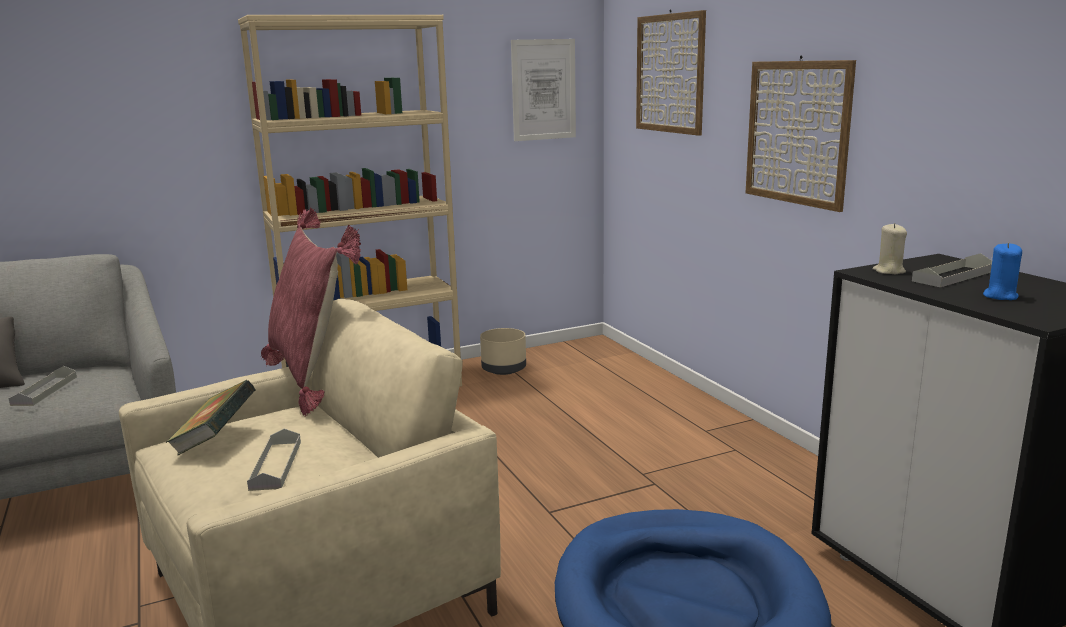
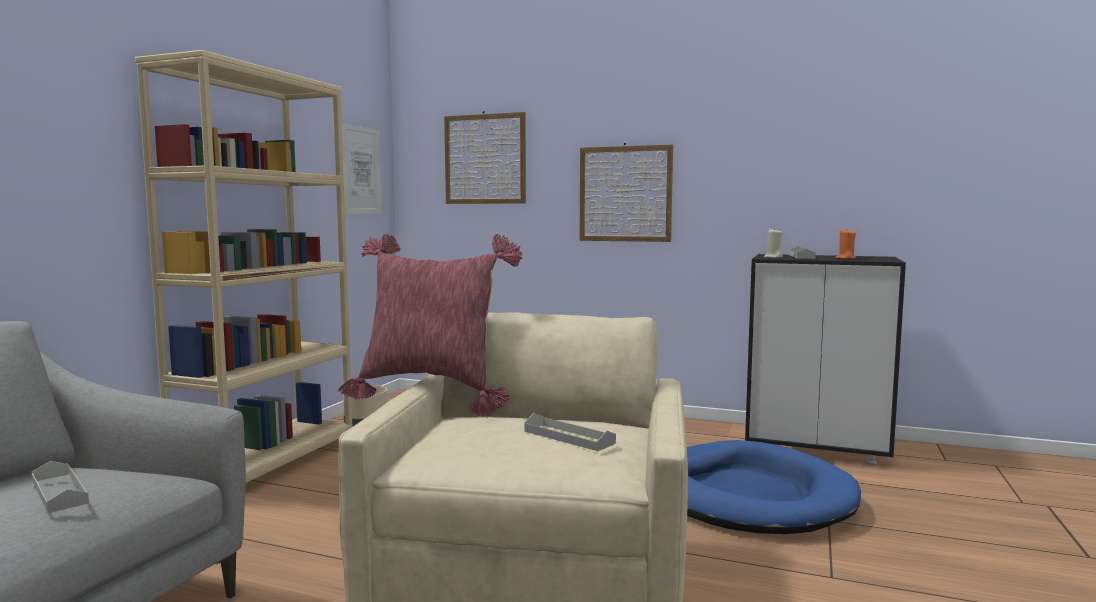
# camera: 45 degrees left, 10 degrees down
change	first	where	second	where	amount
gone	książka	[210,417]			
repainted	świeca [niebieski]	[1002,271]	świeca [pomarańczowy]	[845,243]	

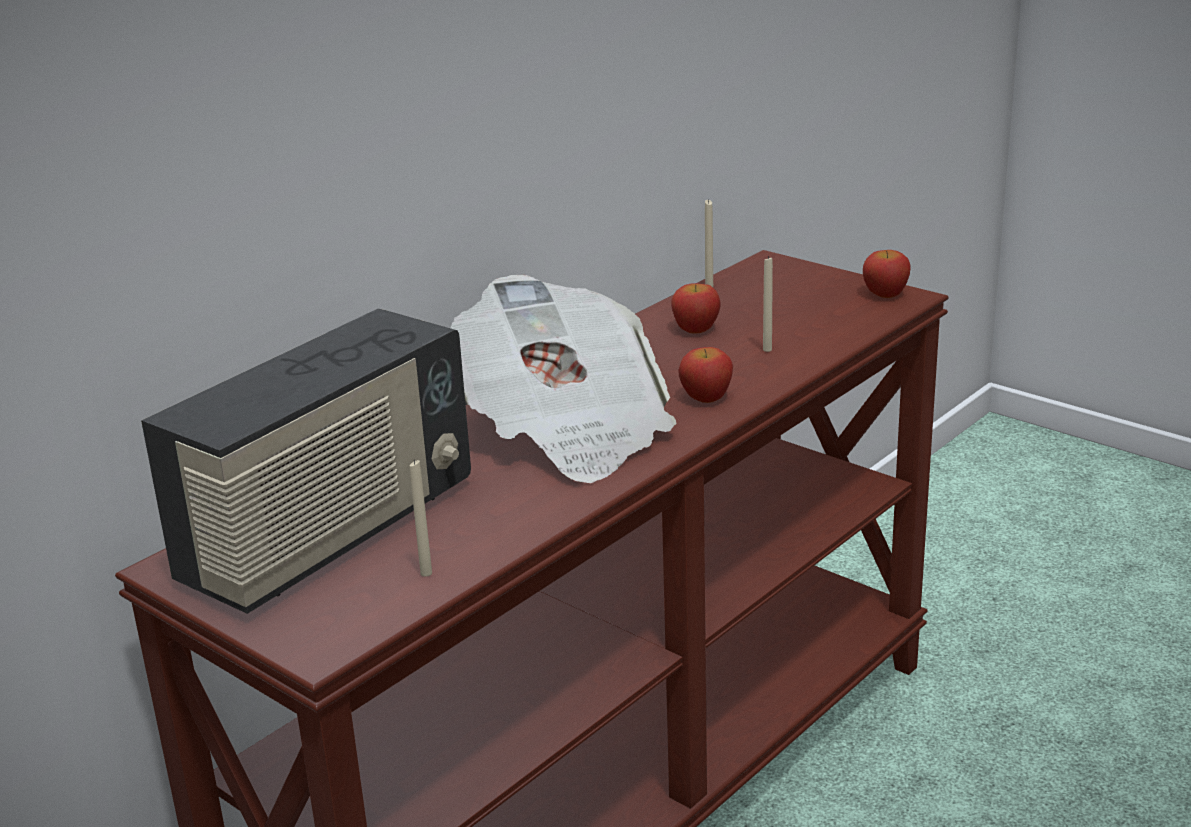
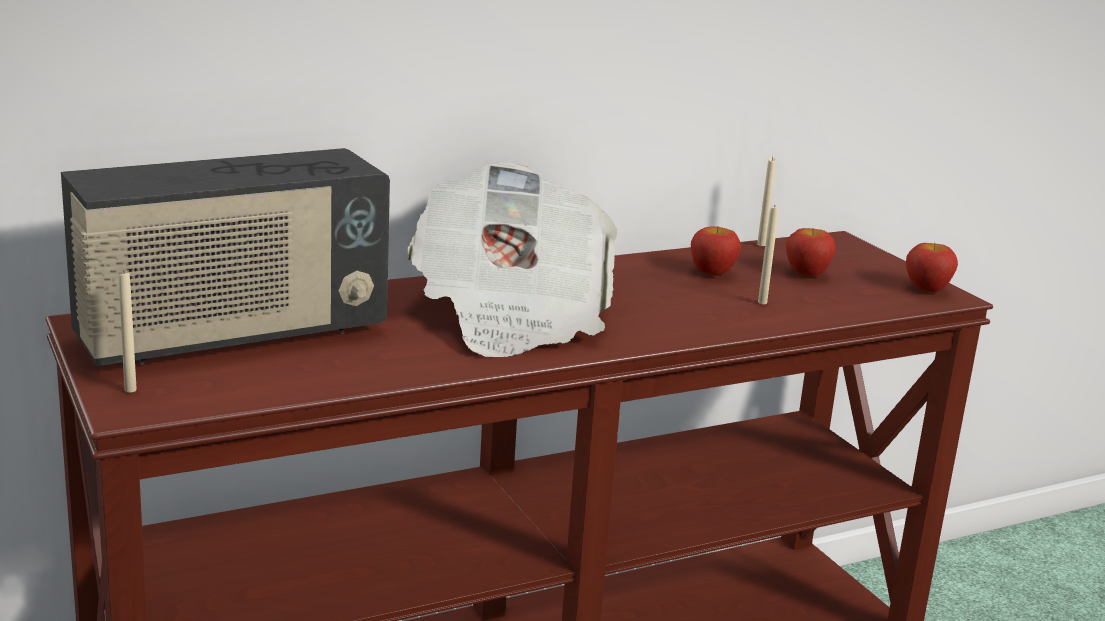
# camera: 20 degrees right, 5 degrees down
change	first	where	second	where	amount
shifted	świeca [beżowy]	[421,518]		[128,332]	
shifted	jabłko	[705,375]		[811,252]	

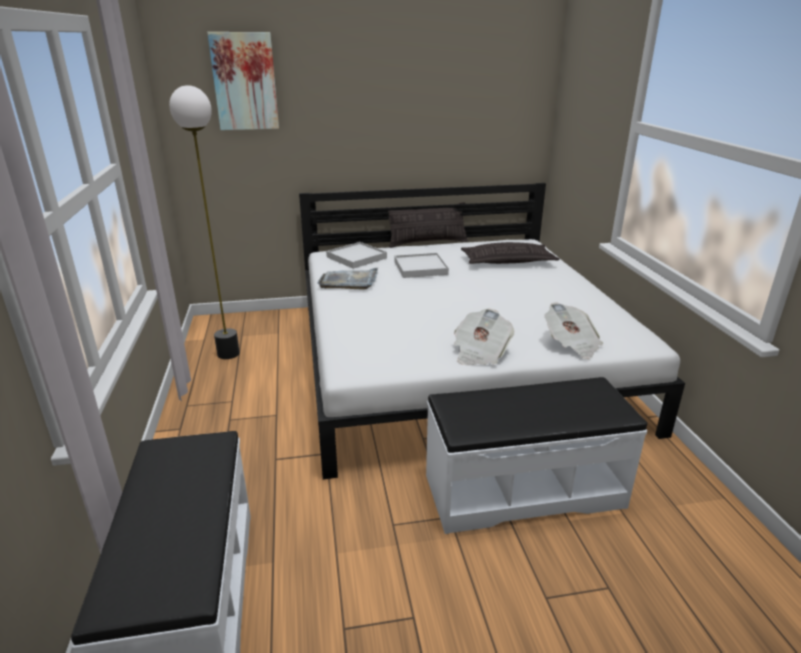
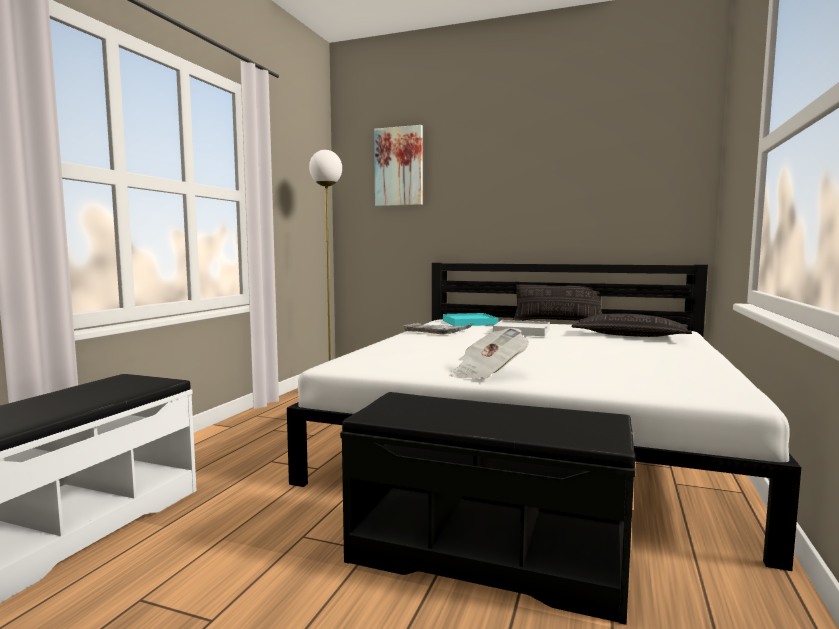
# camera: 30 degrees right, 20 degrees down
change	first	where	second	where	amount
repainted	taca [biały]	[356,255]	taca [turkusowy]	[470,319]	
repainted	ławka [biały]	[536,455]	ławka [czarny]	[488,508]	
gone	gazeta	[573,330]			

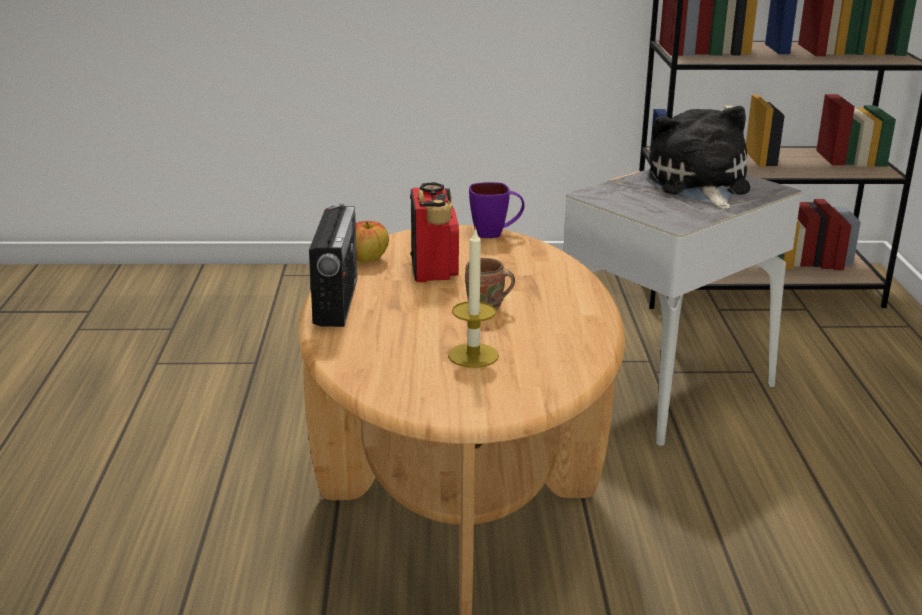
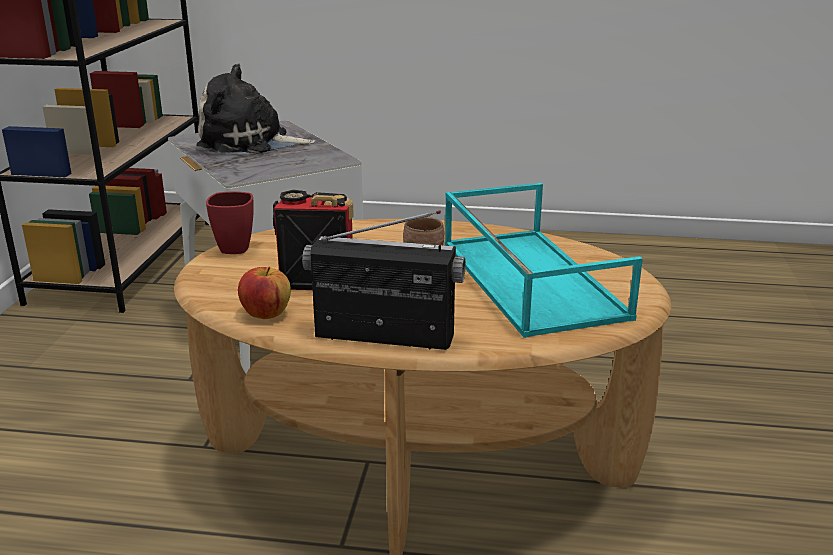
# camera: 80 degrees left, 0 degrees up
change	first	where	second	where	amount
swapped	świeca	[473,297]	taca [turkusowy]	[544,260]	
repainted	kubek [fioletowy]	[497,210]	kubek [czerwony]	[230,222]	

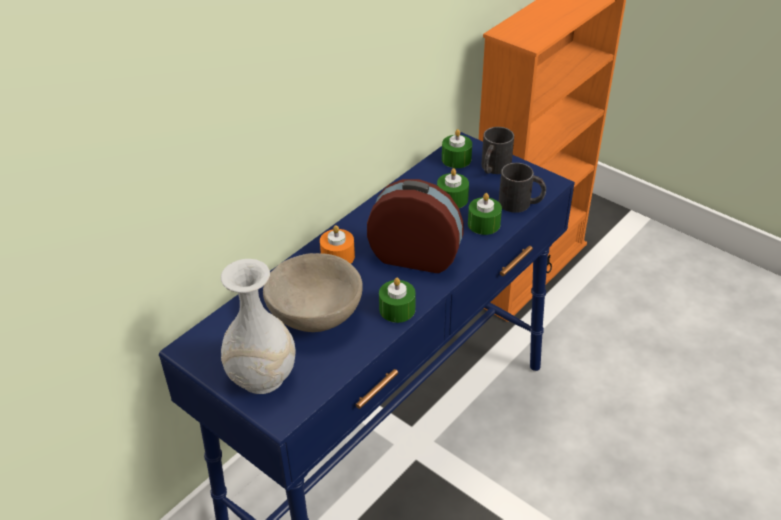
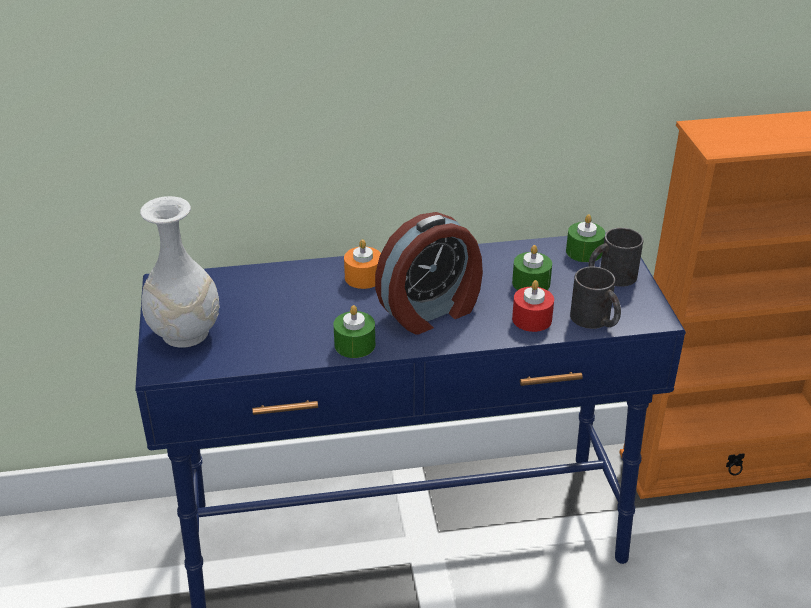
# camera: 40 degrees right, 5 degrees down
change	first	where	second	where	amount
gone	miska [beżowy]	[313,292]			
rotated	budzik	[415,226]		[429,273]	90 degrees clockwise
repainted	świeca [zielony]	[485,214]	świeca [czerwony]	[533,306]	

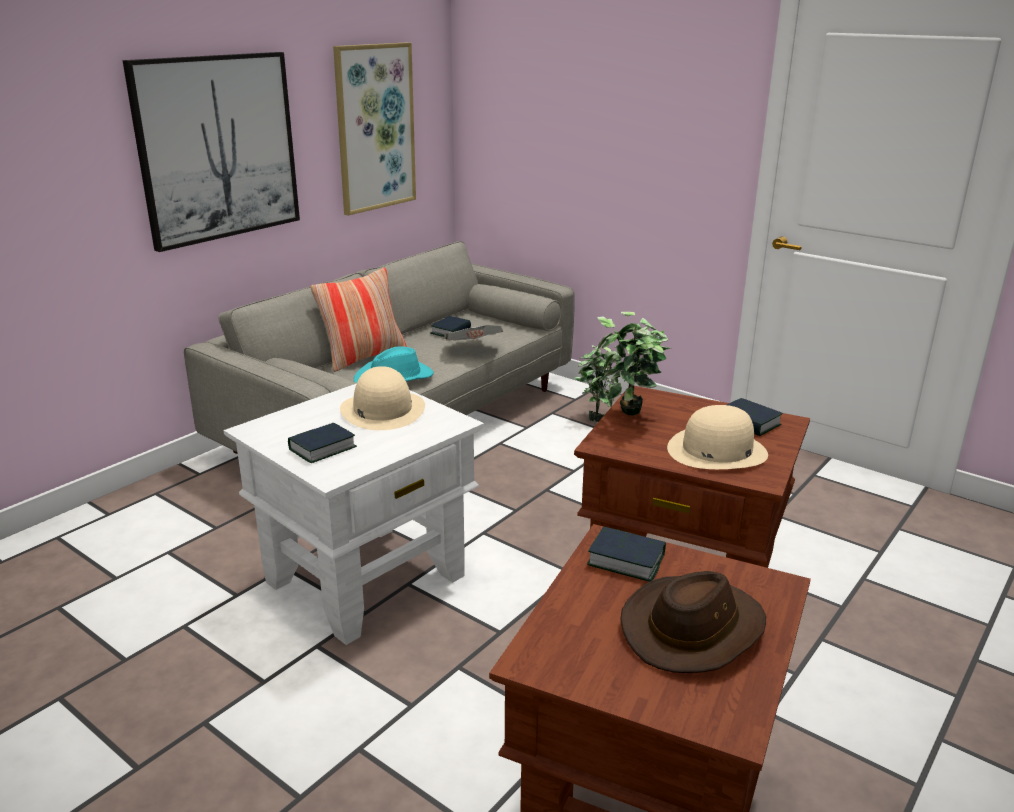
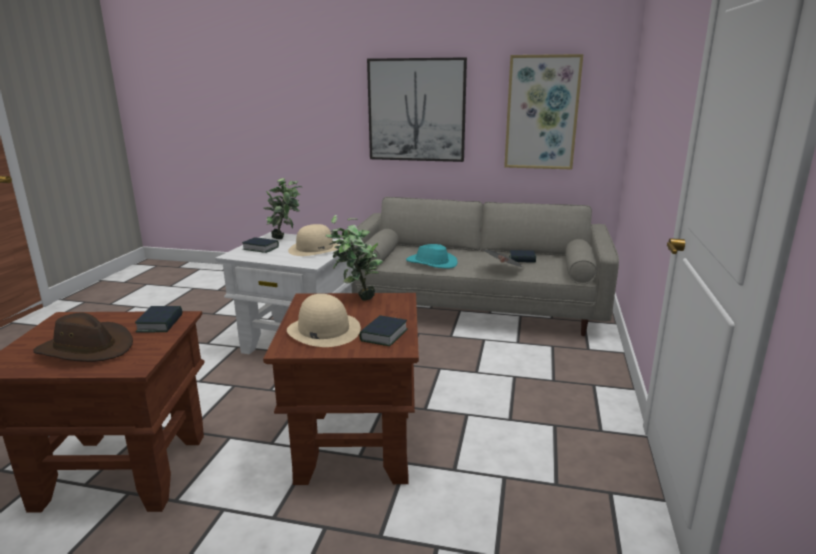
# camera: 65 degrees right, 5 degrees down
change	first	where	second	where	amount
gone	poduszka	[359,320]			
shifted	roślina doniczkowa	[598,383]		[282,208]	

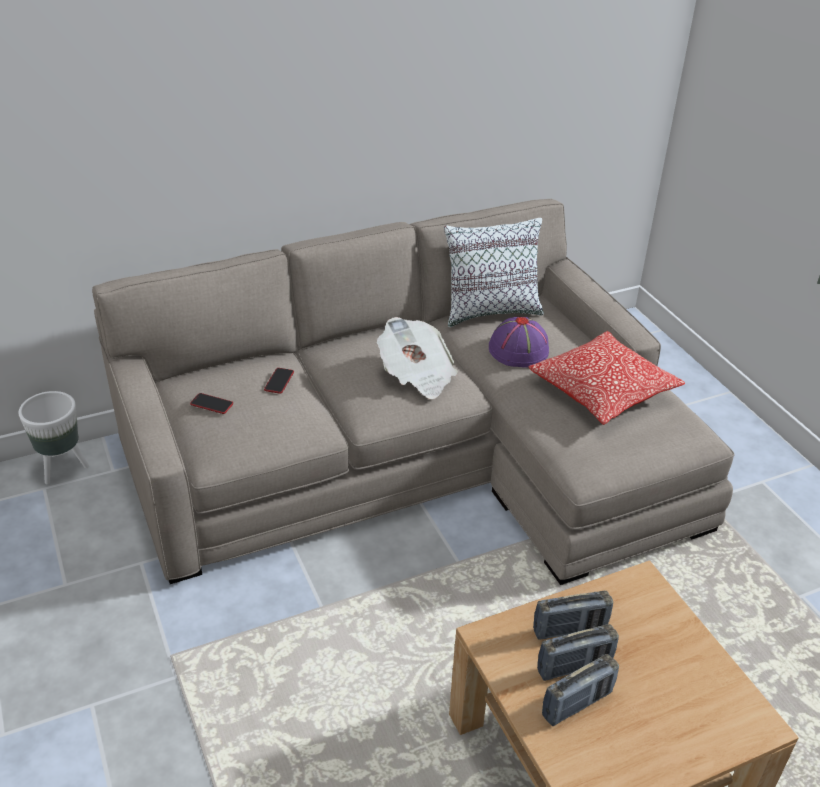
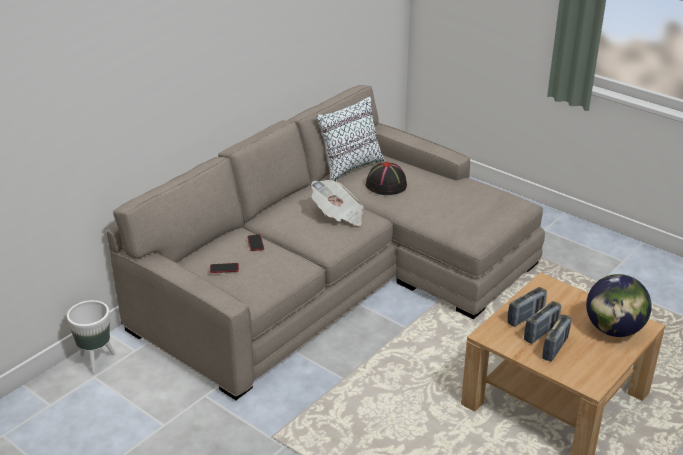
# camera: 25 degrees left, 5 degrees down
change	first	where	second	where	amount
repainted	kapelusz [fioletowy]	[519,342]	kapelusz [czarny]	[386,178]	
gone	poduszka	[606,378]			
new			globus	[619,305]	

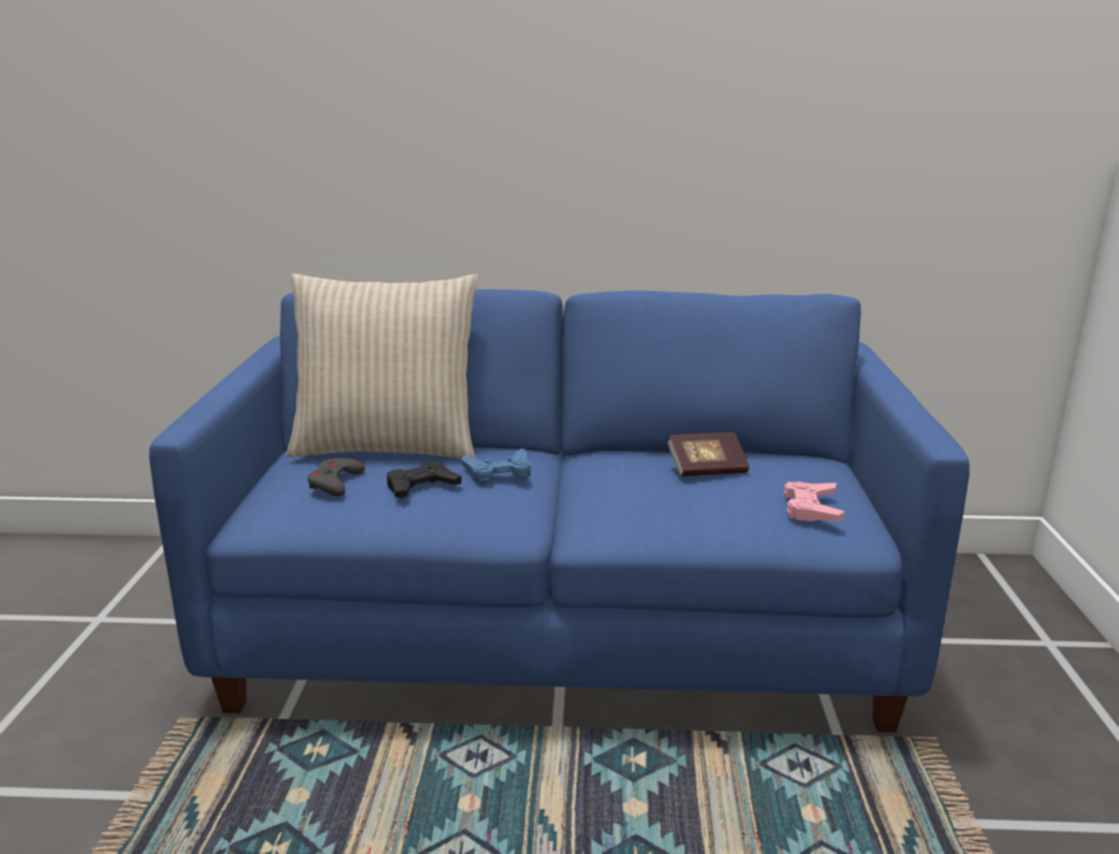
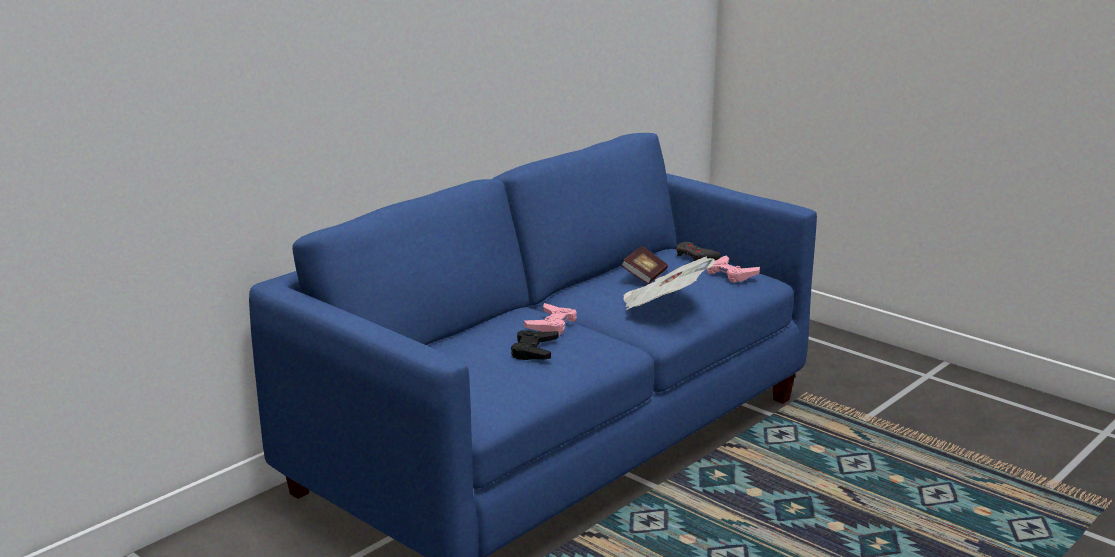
# camera: 50 degrees left, 0 degrees up
change	first	where	second	where	amount
gone	poduszka [beżowy]	[382,366]			
shifted	pad do gier [szary]	[336,477]		[698,251]	
repainted	pad do gier [niebieski]	[496,466]	pad do gier [różowy]	[550,319]	
new			gazeta	[669,283]	

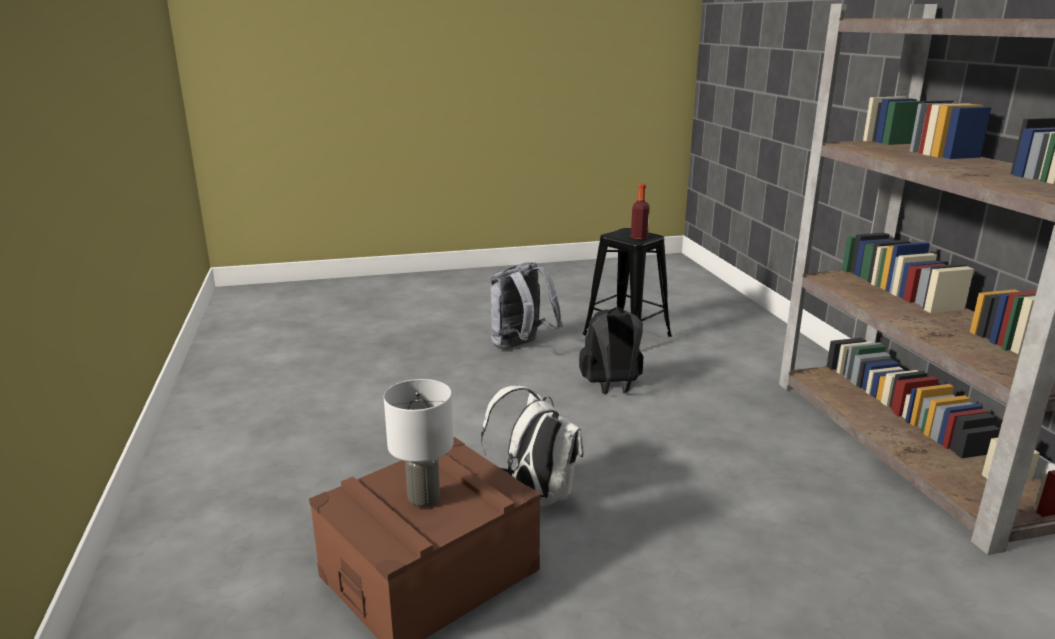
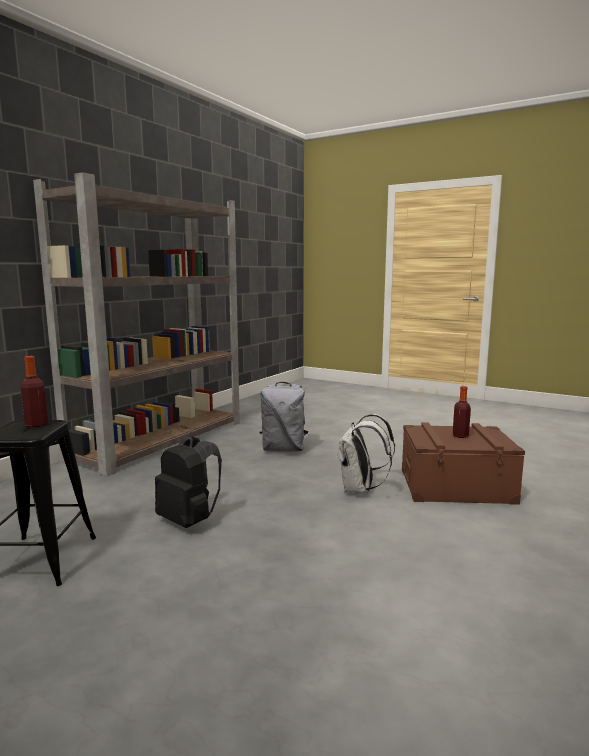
# camera: 135 degrees left, 10 degrees down
change	first	where	second	where	amount
swapped	lampa stołowa [biały]	[419,443]	butelka	[462,412]	
shifted	plecak [szary]	[527,305]		[284,417]	

